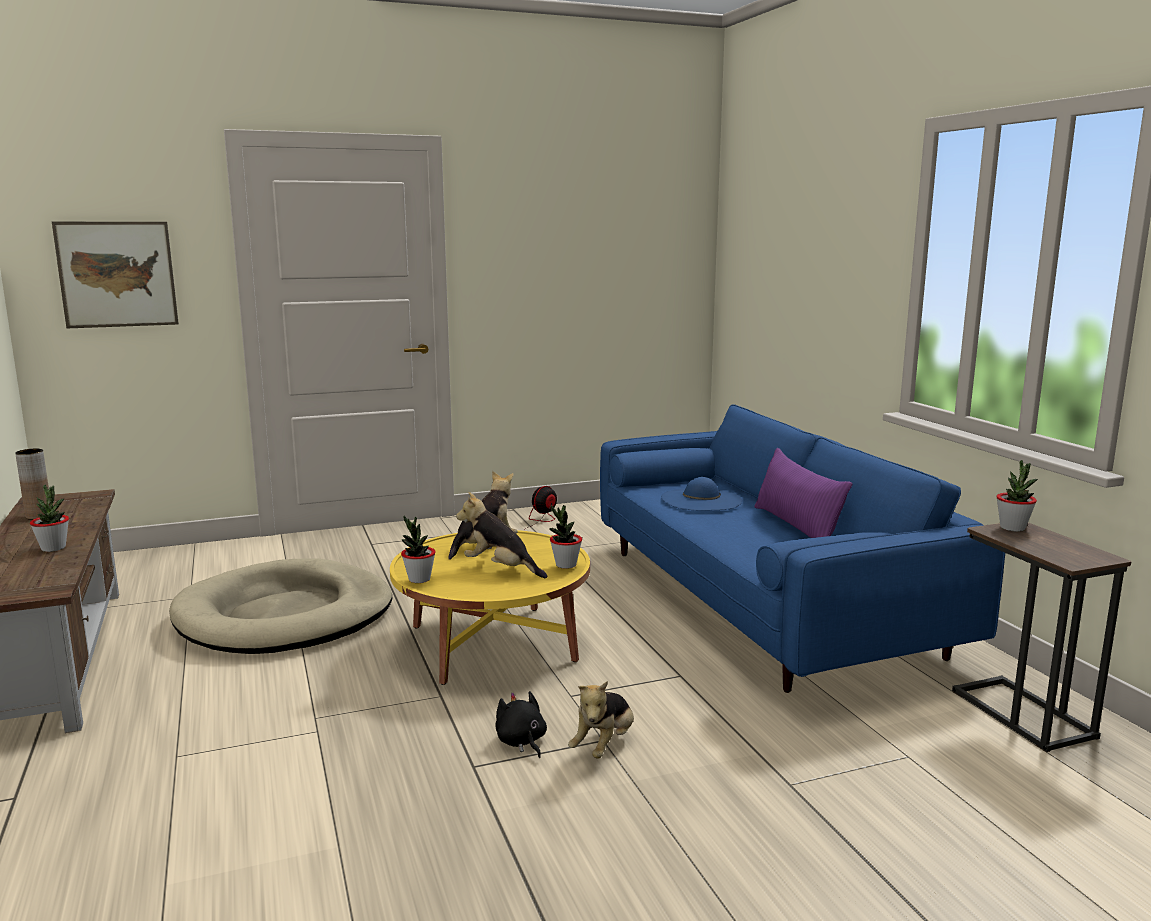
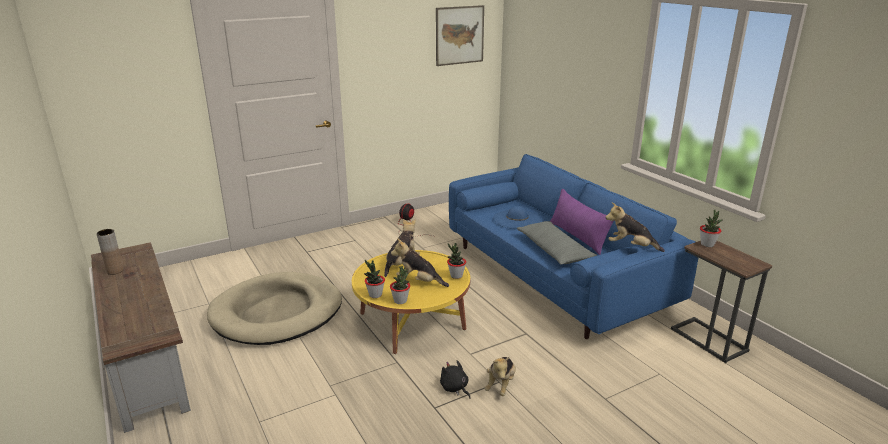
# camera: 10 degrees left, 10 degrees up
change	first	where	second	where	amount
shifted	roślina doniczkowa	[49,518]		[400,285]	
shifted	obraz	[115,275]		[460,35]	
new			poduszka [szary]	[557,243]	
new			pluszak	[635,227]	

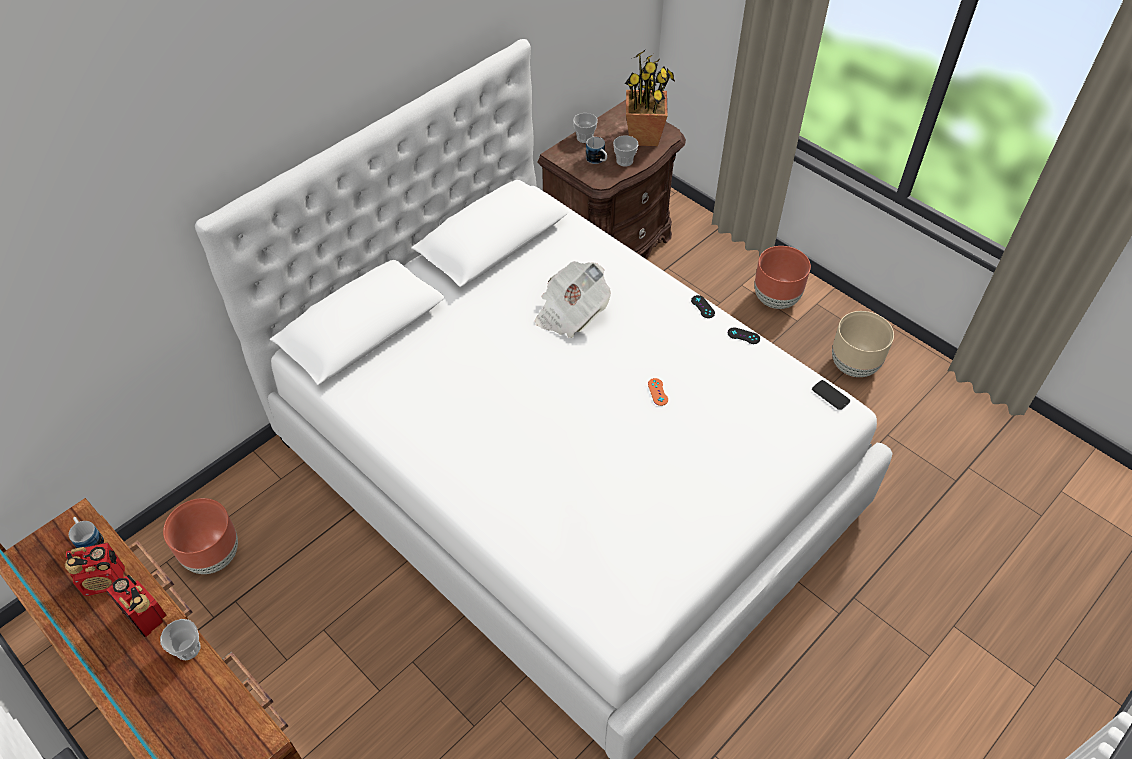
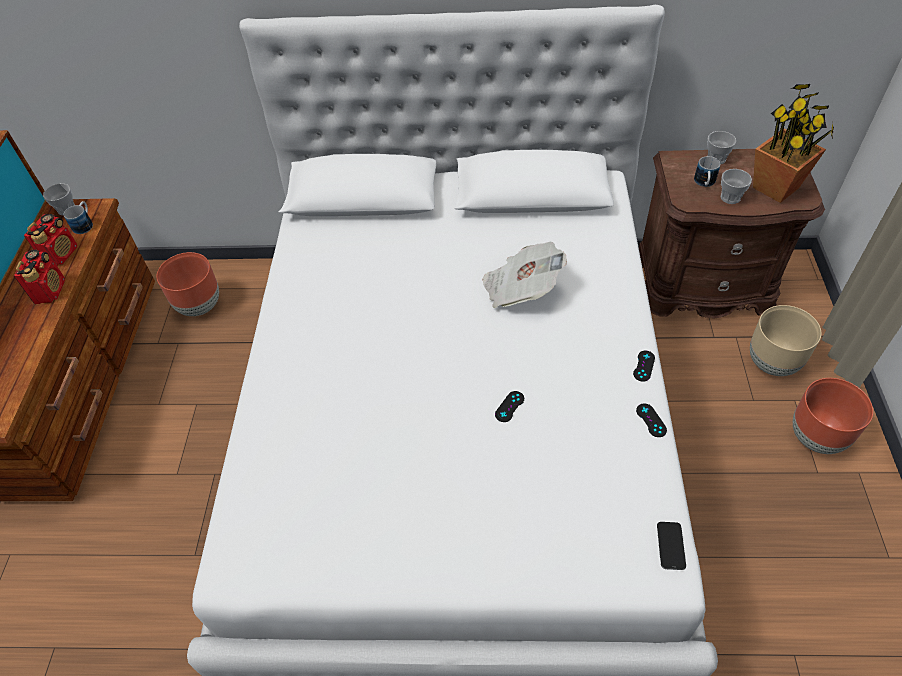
# camera: 50 degrees right, 0 degrees up
change	first	where	second	where	amount
rotated	radio	[95,569]		[50,240]	105 degrees counterclockwise
shifted	filiżanka	[180,639]		[59,199]	
repainted	pad do gier [pomarańczowy]	[658,392]	pad do gier [czarny]	[509,406]	
shifted	donica [beżowy]	[863,344]		[786,340]	

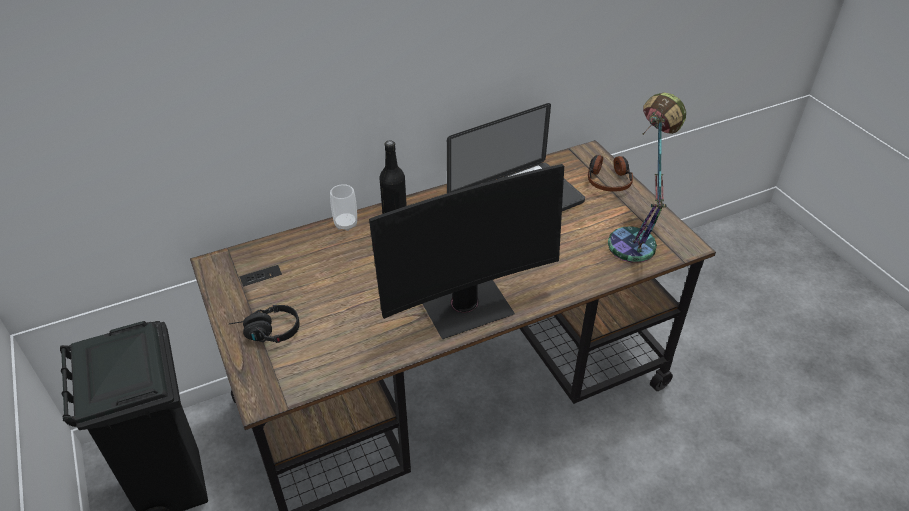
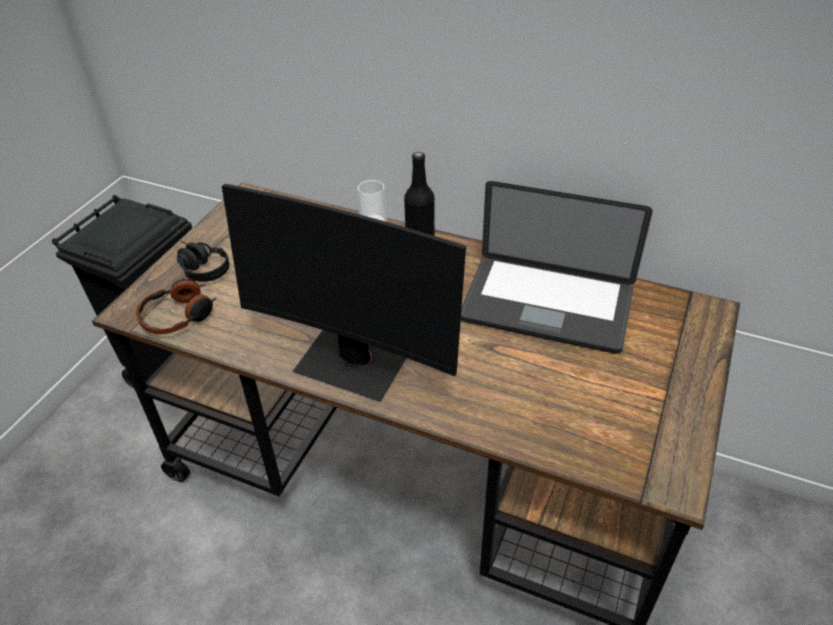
# camera: 50 degrees right, 0 degrees up
change	first	where	second	where	amount
shifted	słuchawki	[610,173]		[176,306]	
gone	lampa stołowa	[647,177]			

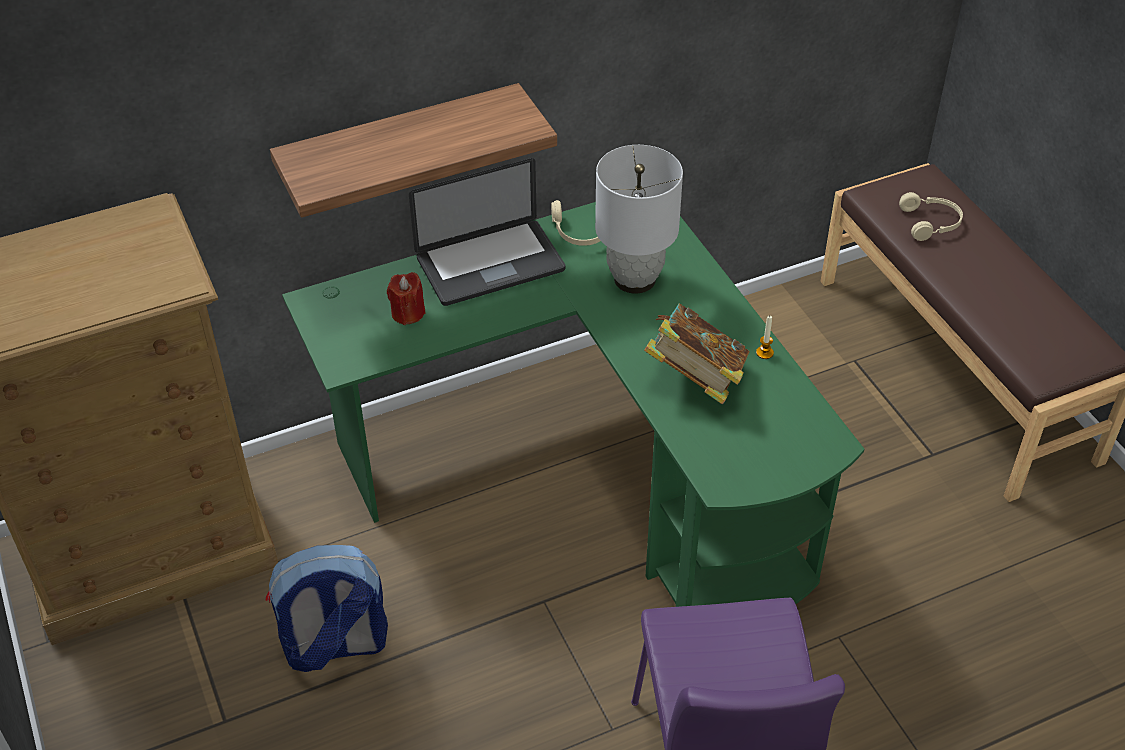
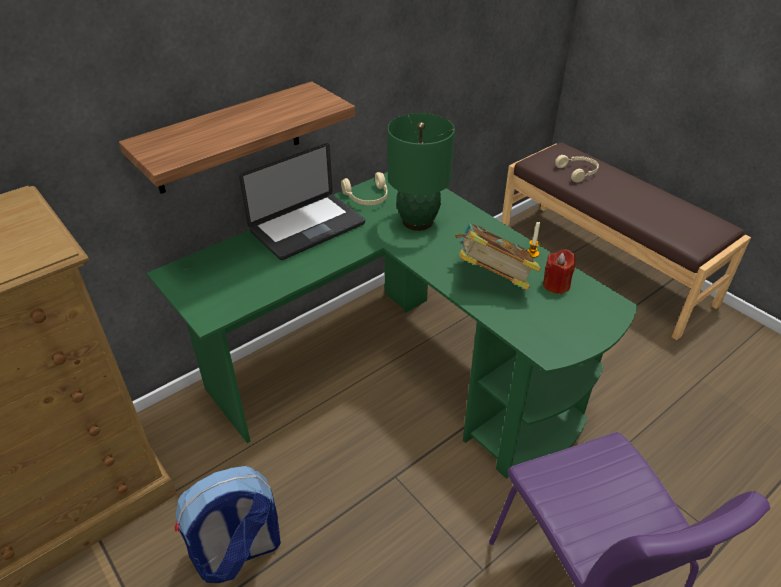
# camera: 15 degrees left, 5 degrees down
change	first	where	second	where	amount
shifted	świeca [czerwony]	[406,298]		[559,271]	
repainted	lampa stołowa [biały]	[639,219]	lampa stołowa [zielony]	[421,172]	

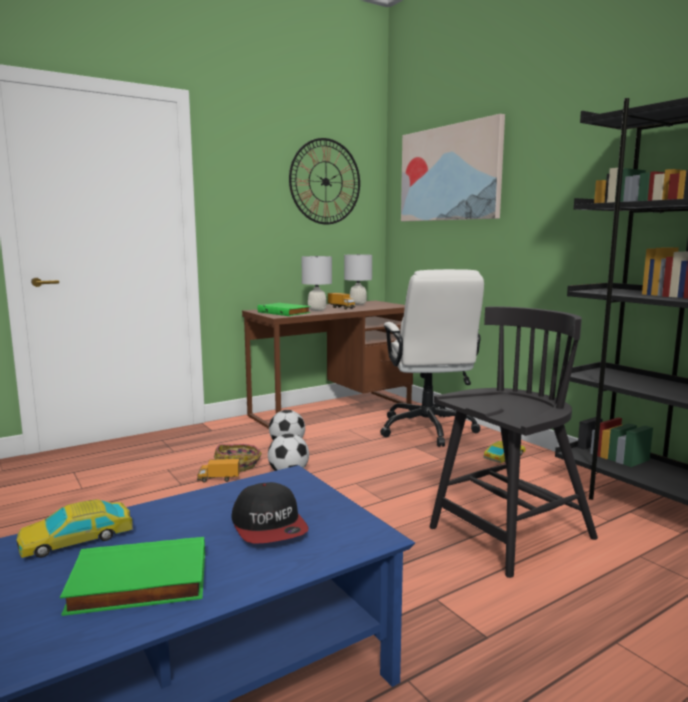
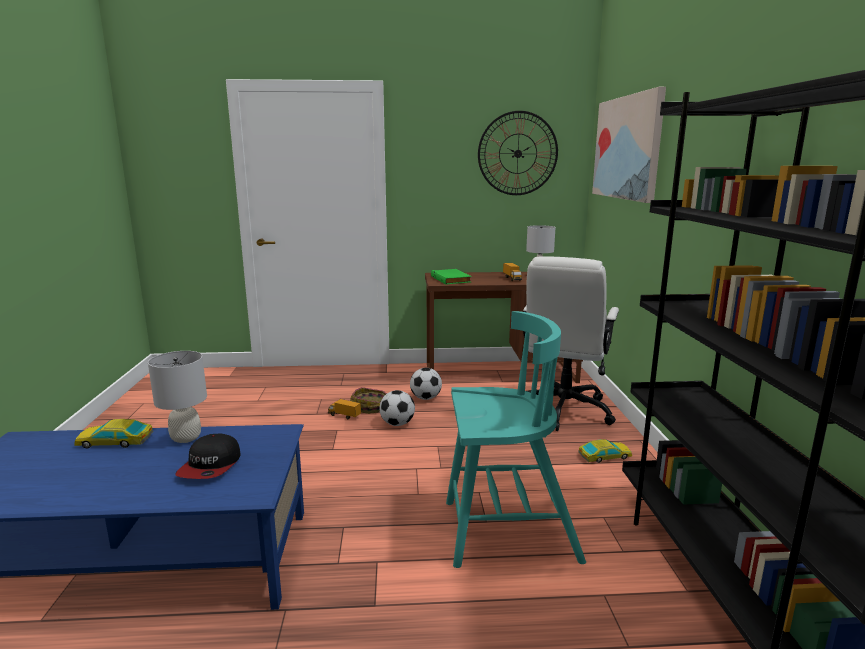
# camera: 30 degrees right, 5 degrees up
change	first	where	second	where	amount
gone	książka [zielony]	[132,576]			
shifted	lampa stołowa [szary]	[316,283]		[177,397]	
repainted	krzesło [czarny]	[513,442]	krzesło [turkusowy]	[516,439]	

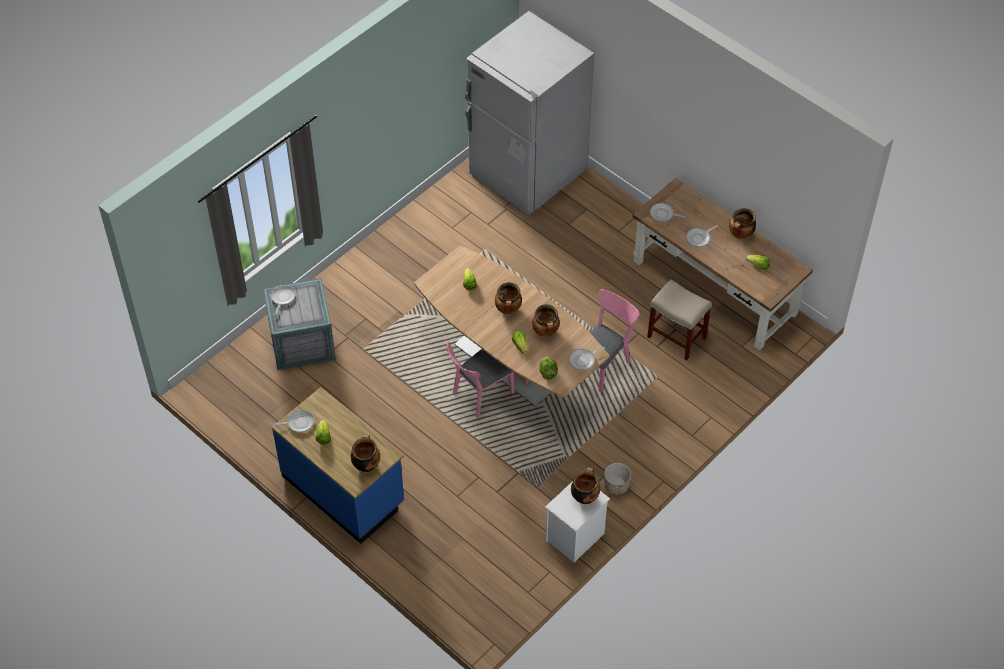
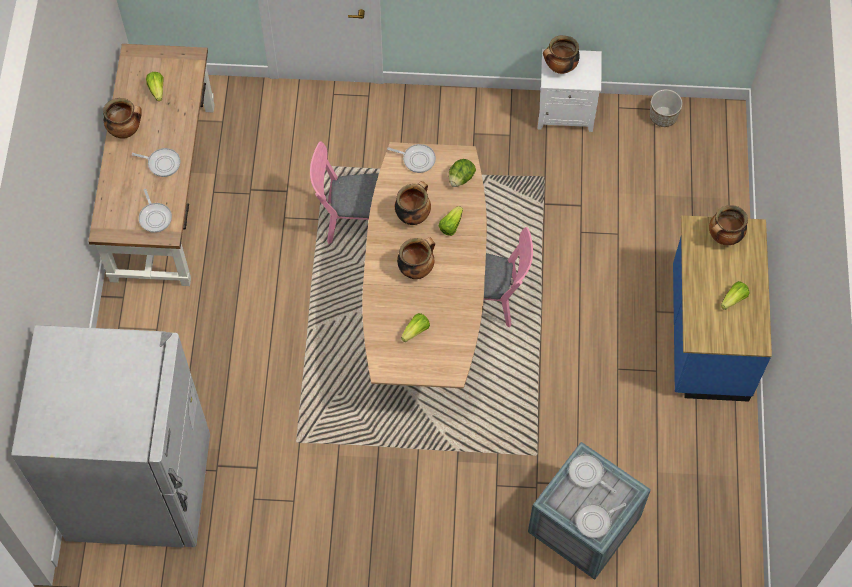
# camera: 130 degrees left, 10 degrees up
change	first	where	second	where	amount
shifted	patelnia	[293,421]		[593,473]	
shifted	donica	[617,479]		[666,108]	
gone	stołek [beżowy]	[679,319]			

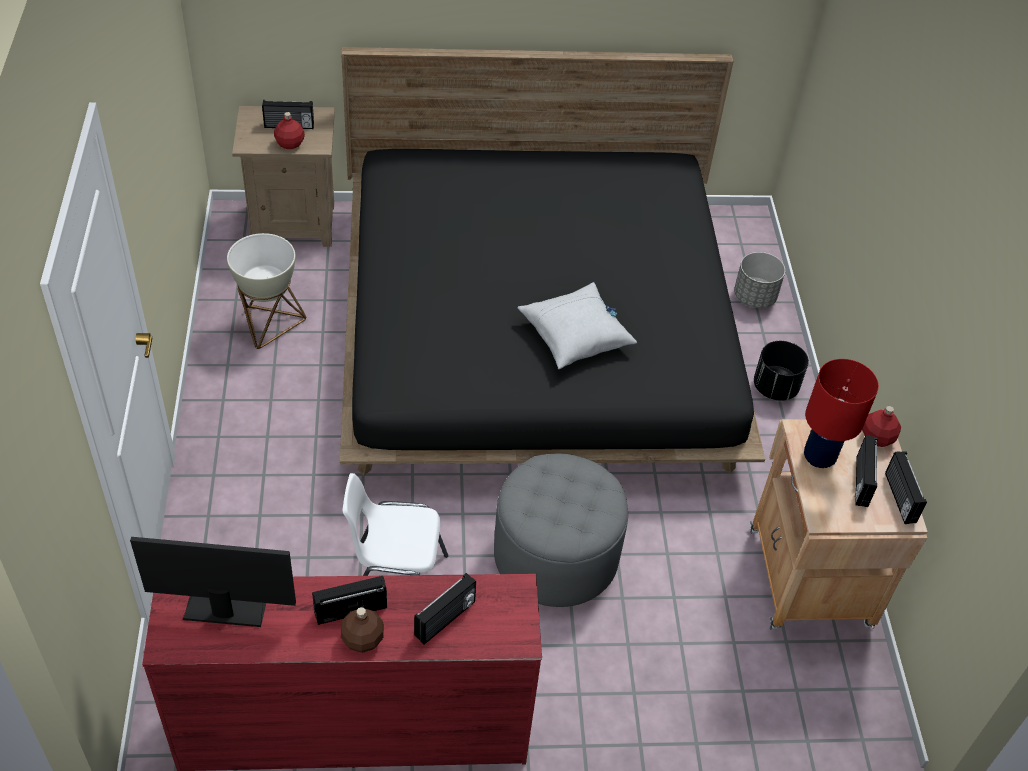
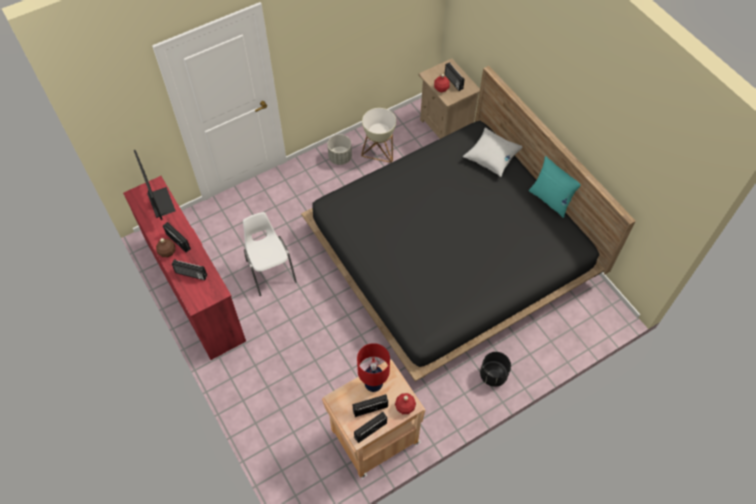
# camera: 65 degrees right, 10 degrees up
change	first	where	second	where	amount
gone	pufa [szary]	[561,530]			
shifted	poduszka [szary]	[577,325]		[493,152]	
shifted	donica [szary]	[759,280]		[339,149]	
new			poduszka [turkusowy]	[555,187]	

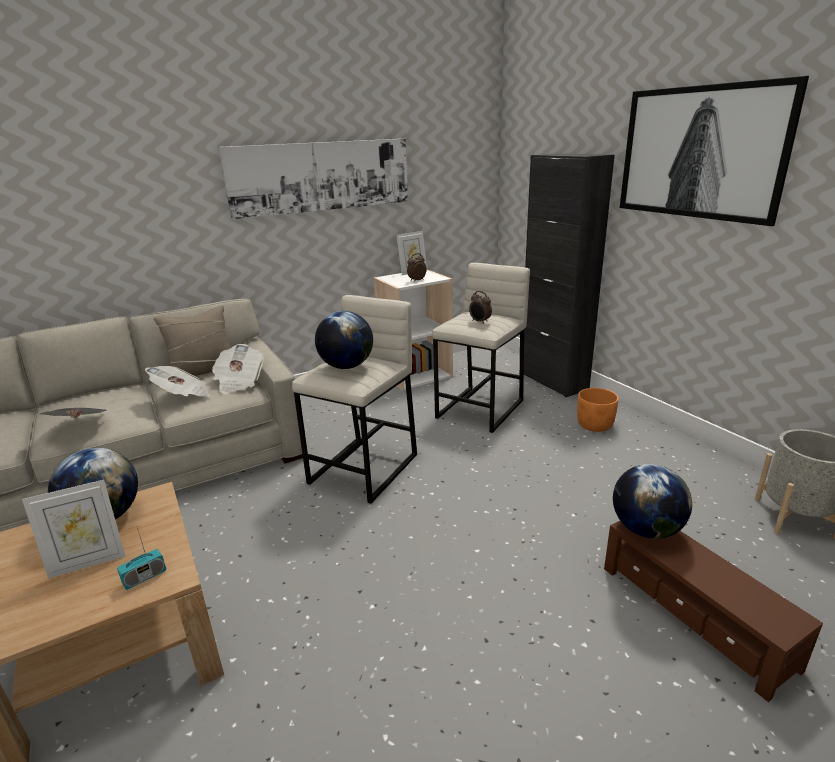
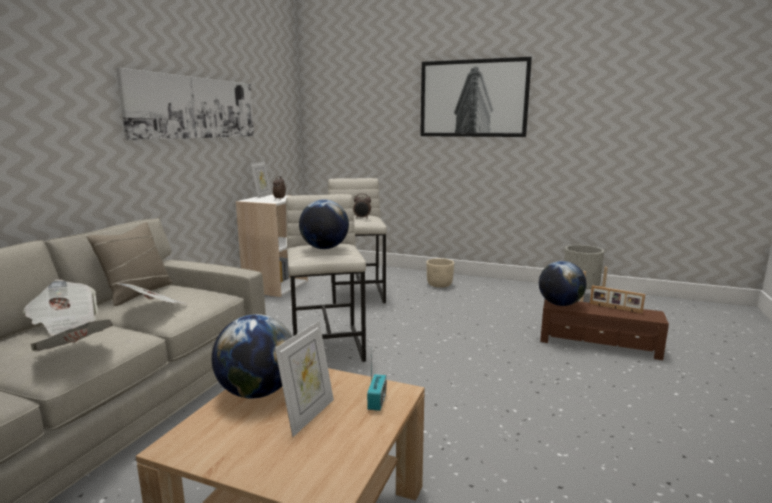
# camera: 40 degrees left, 10 degrees down
change	first	where	second	where	amount
shifted	gazeta	[238,369]		[60,308]	
gone	szafka [czarny]	[569,275]			
repainted	donica [pomarańczowy]	[598,410]	donica [beżowy]	[440,273]	
new			ramka na zdjęcie	[617,299]	

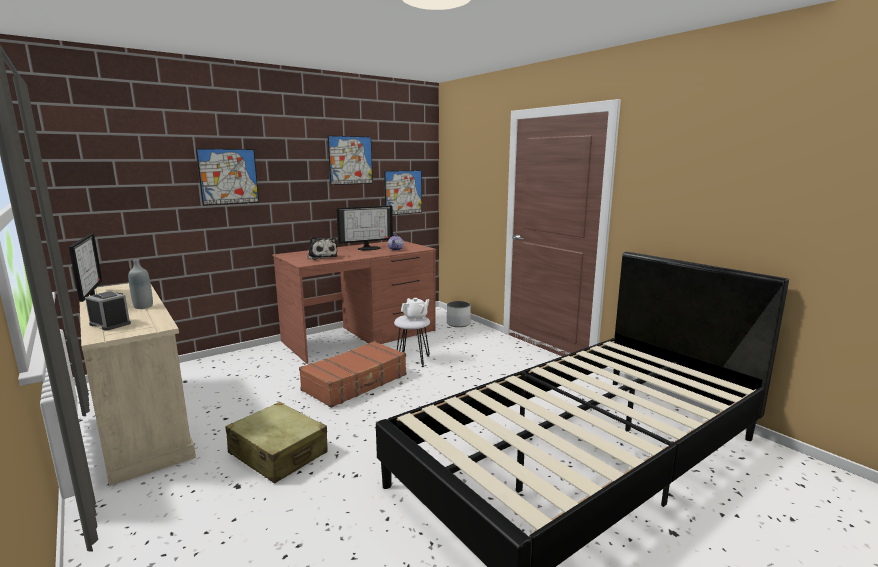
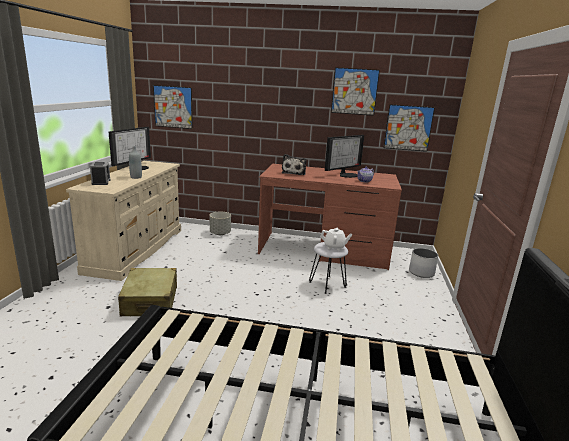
# camera: 45 degrees right, 5 degrees up
change	first	where	second	where	amount
shifted	obraz	[227,176]		[173,107]	
gone	walizka [brązowy]	[352,374]			
rotated	monitor	[364,228]		[344,156]	60 degrees counterclockwise
new			donica [szary]	[220,223]	

